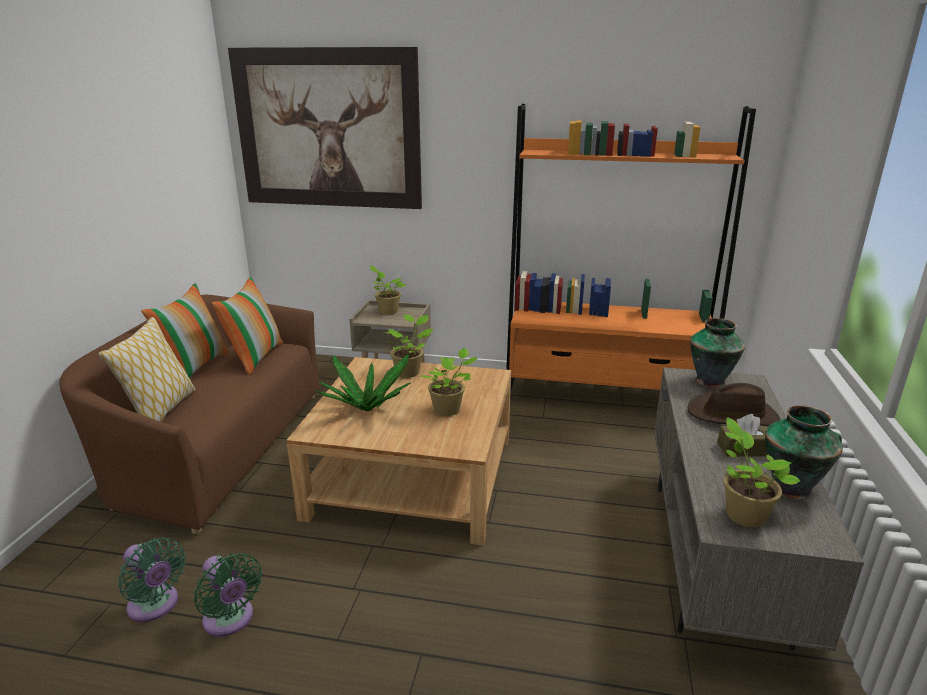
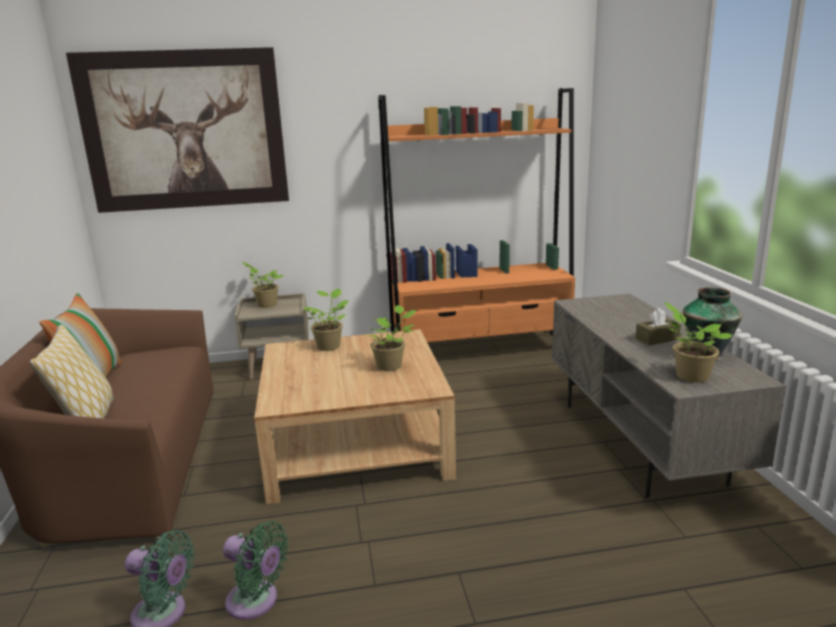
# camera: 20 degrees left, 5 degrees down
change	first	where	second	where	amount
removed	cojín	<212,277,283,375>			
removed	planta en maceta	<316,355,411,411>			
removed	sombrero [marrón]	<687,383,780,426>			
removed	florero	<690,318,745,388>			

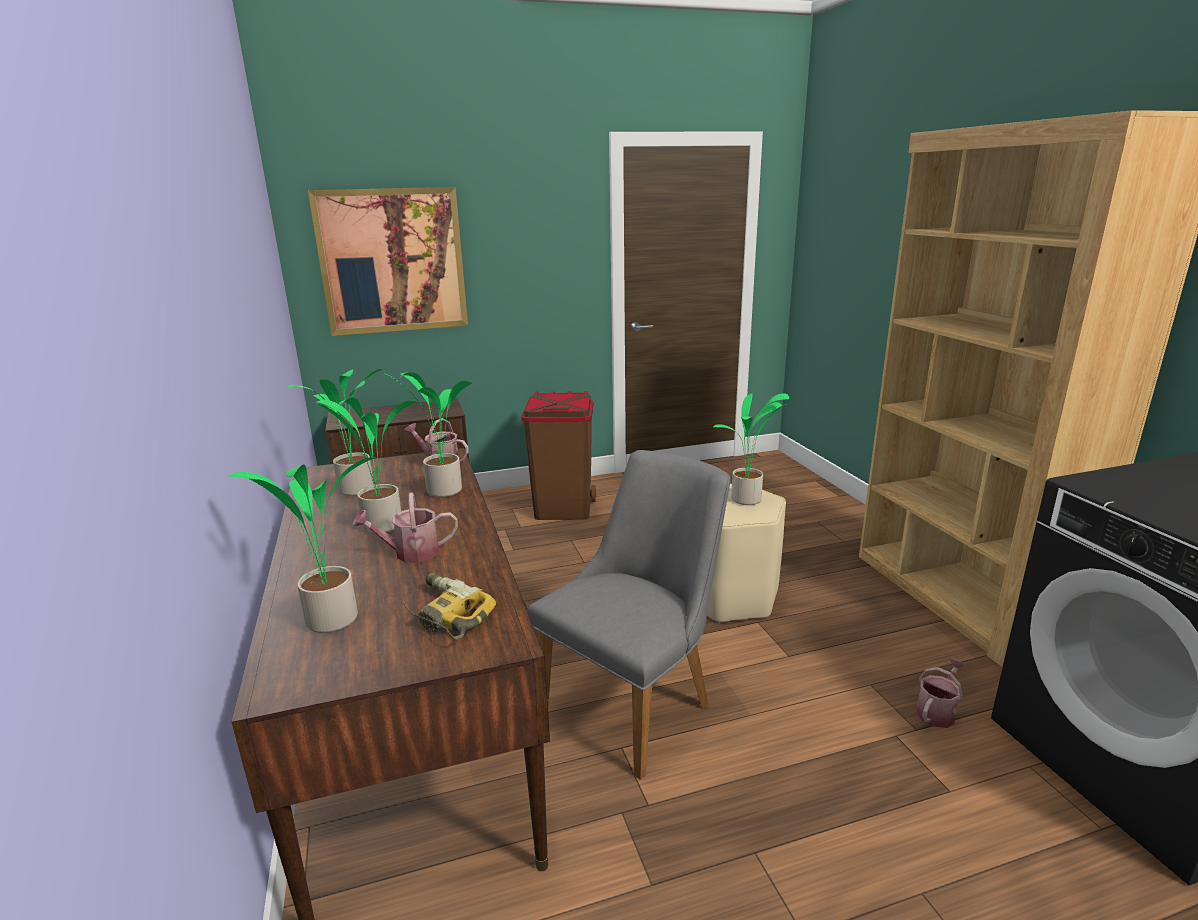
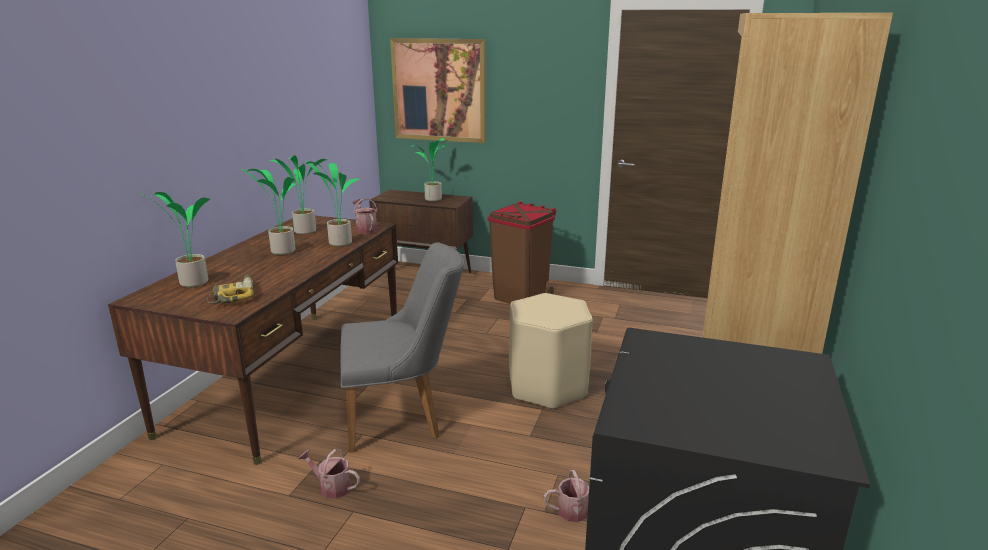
# camera: 35 degrees right, 0 degrees up
change	first	where	second	where	amount
moved	regadera	<352,492,458,563>		<298,449,360,499>	
moved	planta en maceta	<713,393,789,505>		<411,138,447,201>	

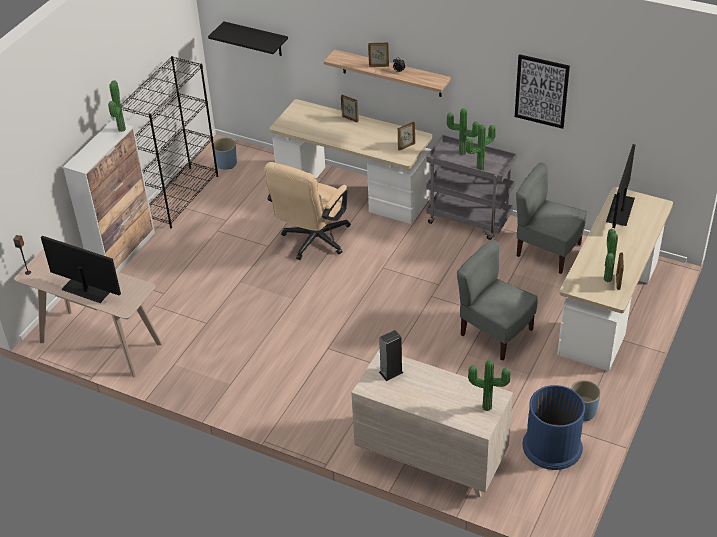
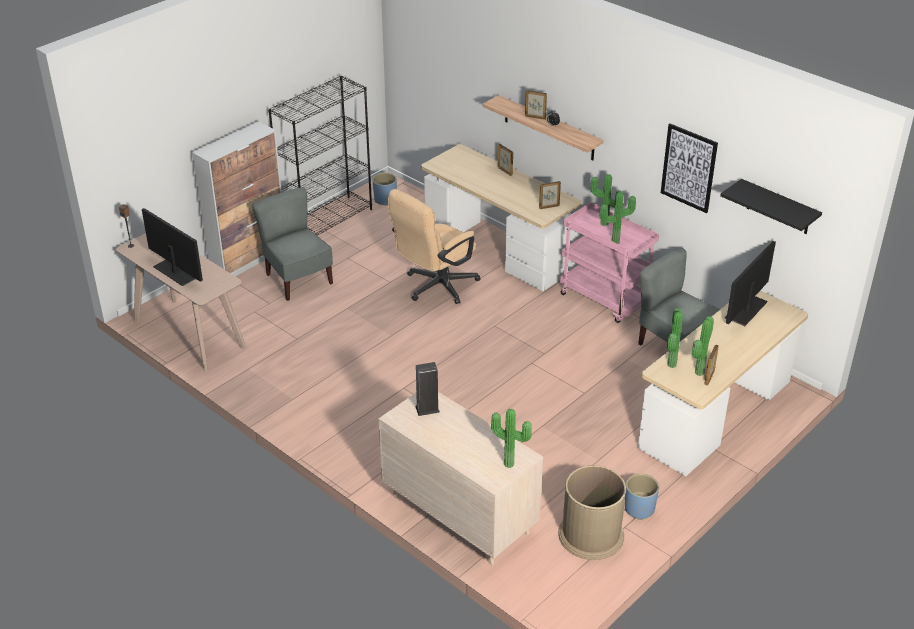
# camera: 15 degrees right, 5 degrees down
change	first	where	second	where	amount
moved	planta en maceta	<108,81,126,132>		<667,308,683,368>	
moved	estante [negro]	<208,21,288,56>		<720,179,822,234>	
recoloured	carrito [gris]	<426,135,517,240>	carrito [rosa]	<560,202,659,323>	
moved	silla [gris]	<457,240,538,360>		<252,187,333,301>	
recoloured	papelera [azul]	<522,385,585,470>	papelera [marrón]	<558,465,626,560>	

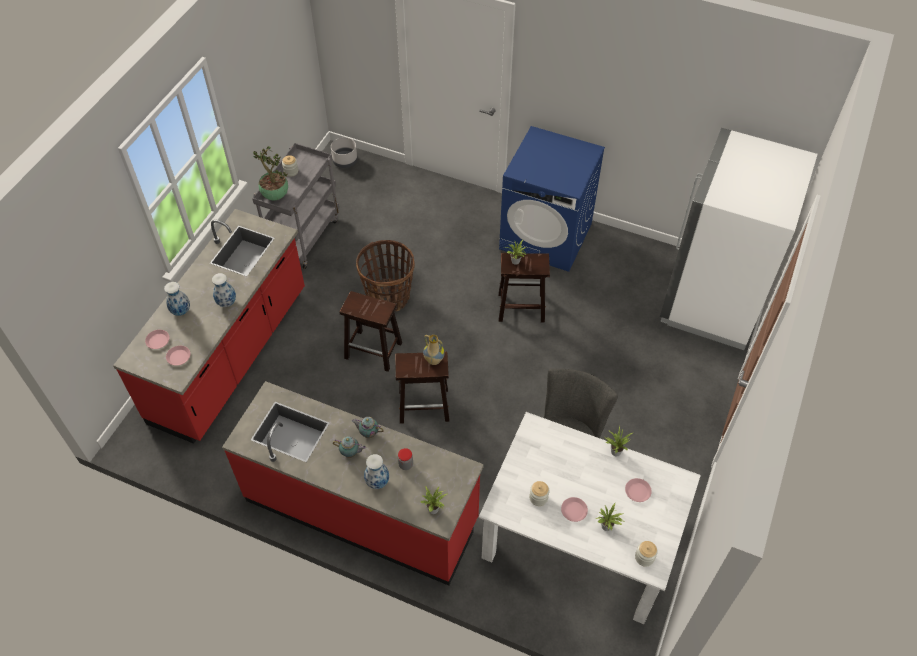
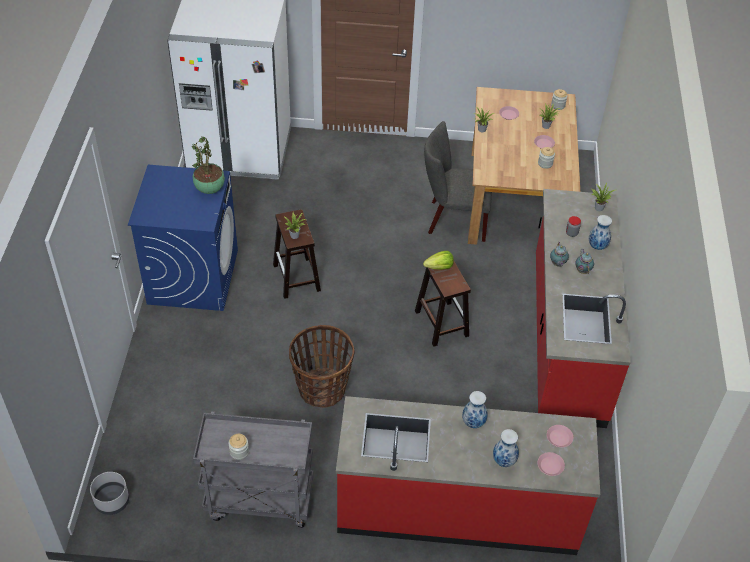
# camera: 110 degrees left, 5 degrees down
change	first	where	second	where	amount
moved	planta en maceta	<253,146,288,201>		<192,136,225,194>	
removed	taburete [marrón]	<340,291,402,372>			
replaced	florero	<423,335,445,365>	lechuga	<423,251,454,270>	
recoloured	mesa de comedor [blanco]	<479,412,701,624>	mesa de comedor [marrón]	<468,87,580,245>	

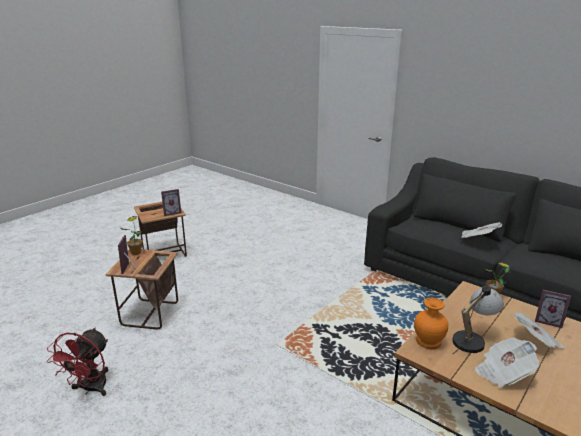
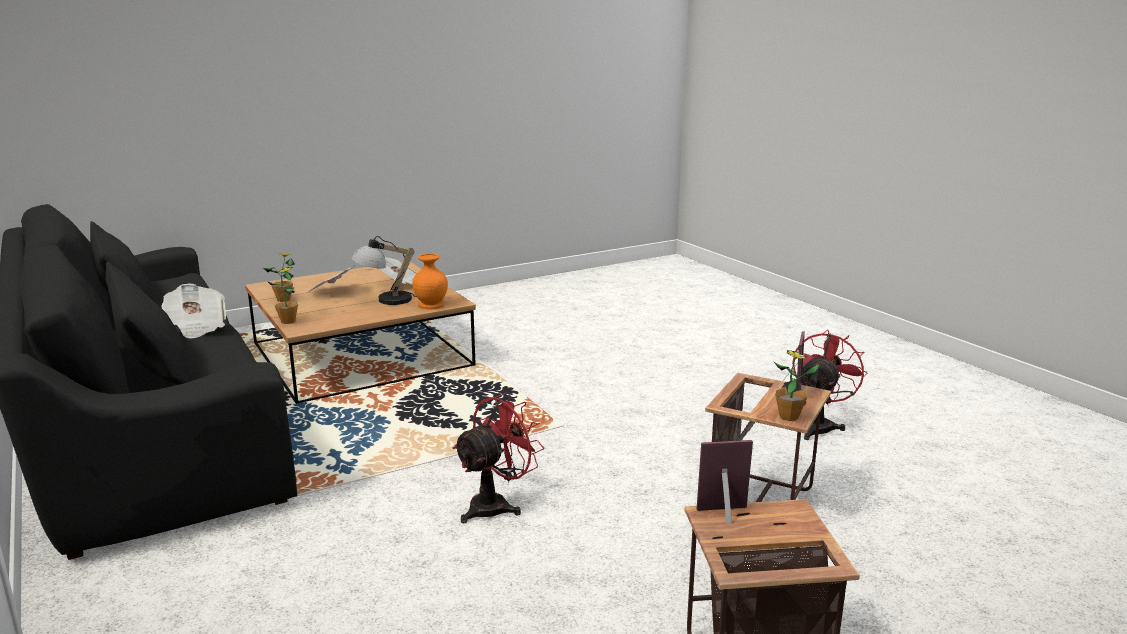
# camera: 160 degrees left, 5 degrees down
change	first	where	second	where	amount
replaced	portarretratos	<535,290,571,328>	planta en maceta	<264,254,295,302>	
added			ventilador [rojo]	<453,393,544,523>	

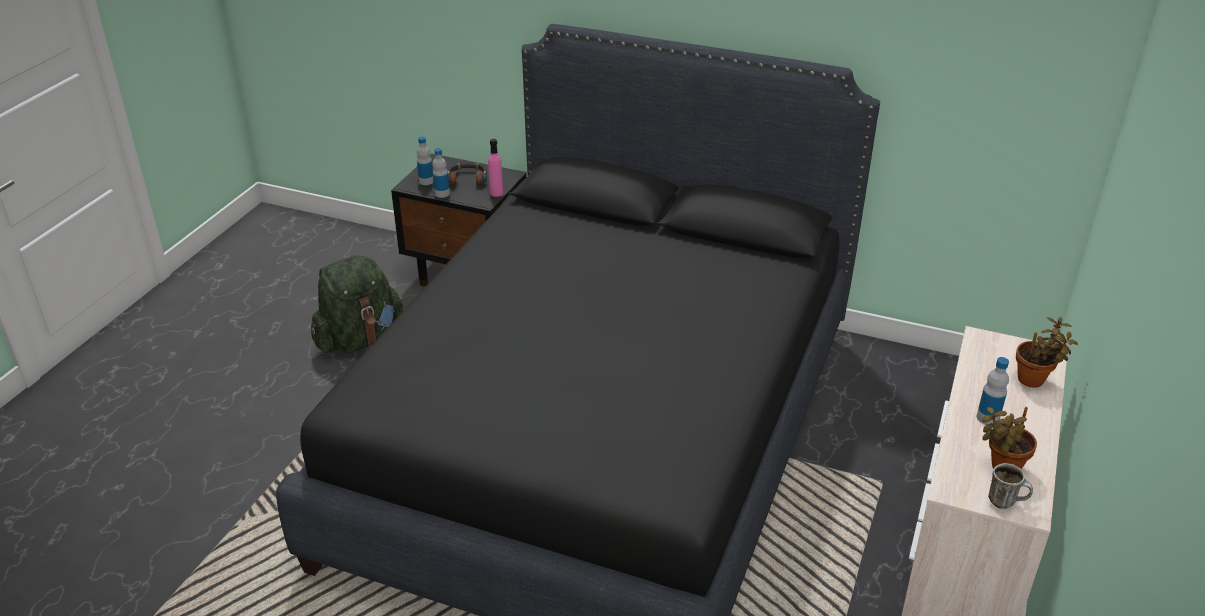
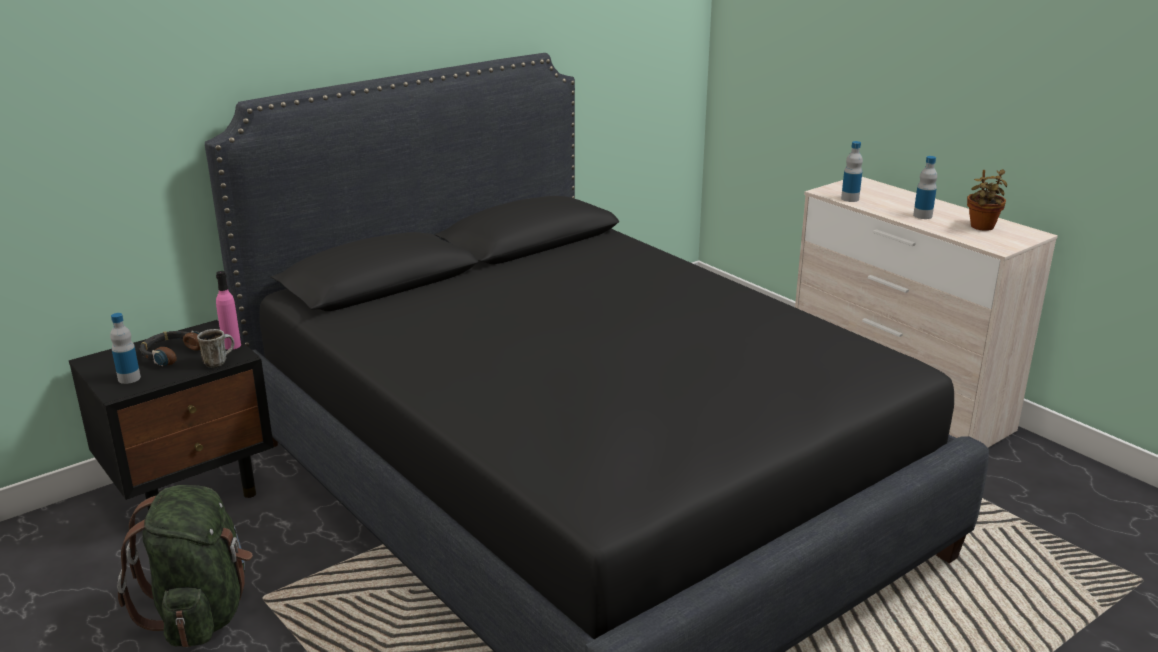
# camera: 60 degrees left, 10 degrees down
change	first	where	second	where	amount
moved	botella	<433,148,450,198>		<841,141,863,202>	
moved	taza grande	<988,463,1033,509>		<197,329,234,368>	
removed	planta en maceta	<1016,317,1078,388>			

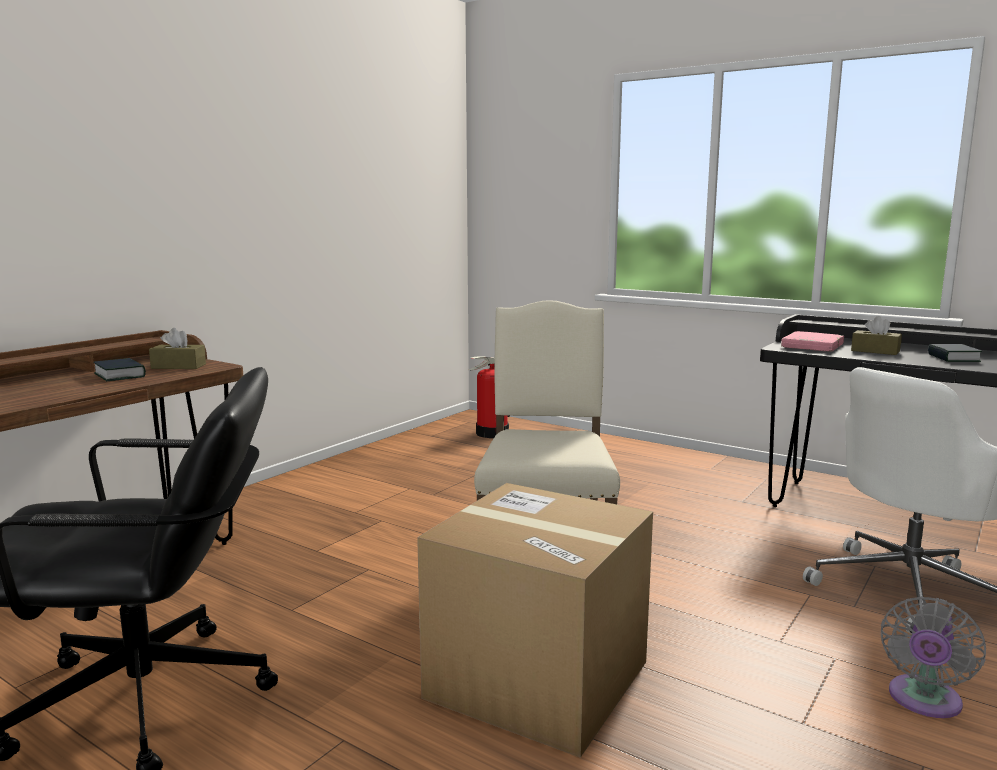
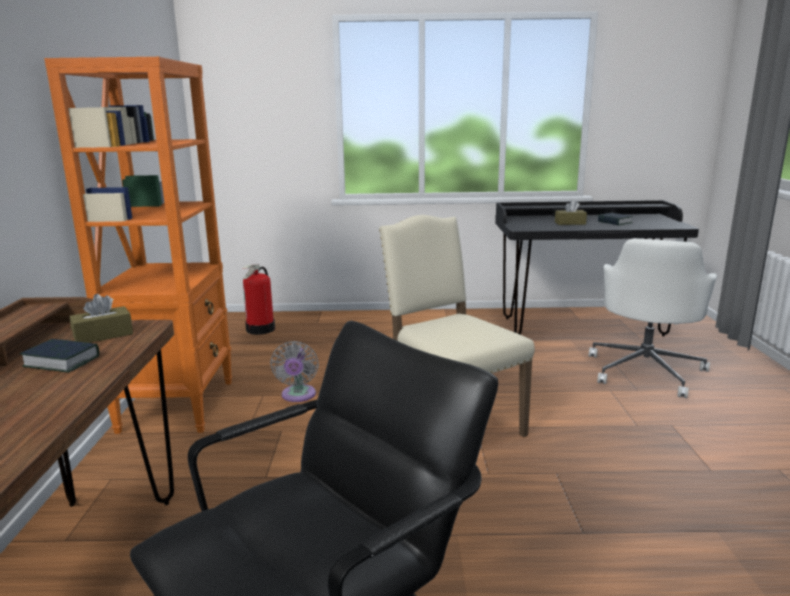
# camera: 35 degrees left, 5 degrees up
change	first	where	second	where	amount
removed	caja de cartón	<417,483,653,758>			
removed	libro [rosa]	<781,331,844,352>			
moved	ventilador [gris]	<881,596,986,718>		<270,341,319,402>	
added			estantería [naranja]	<44,57,232,434>	

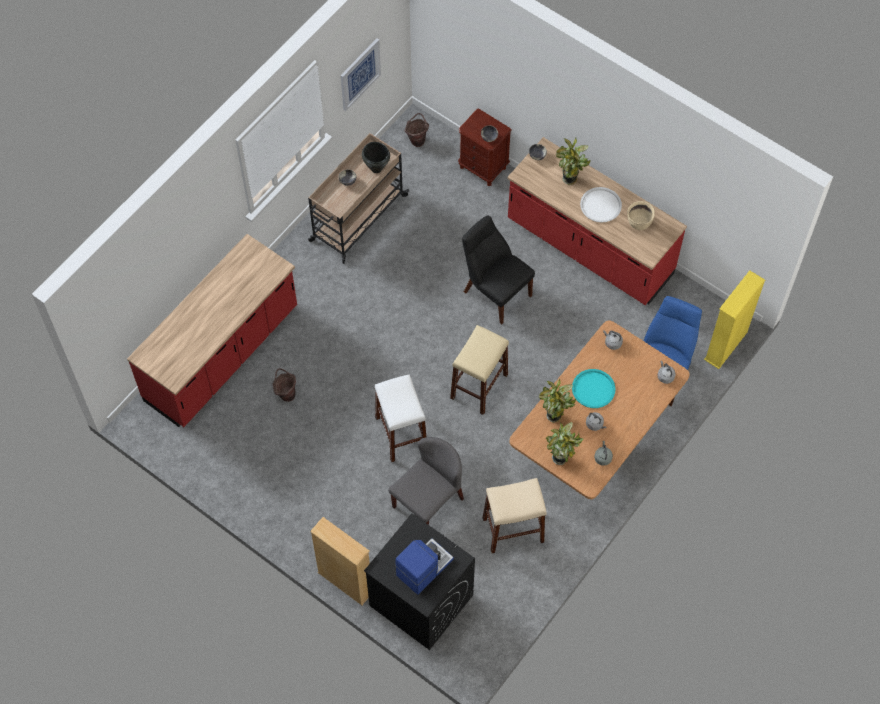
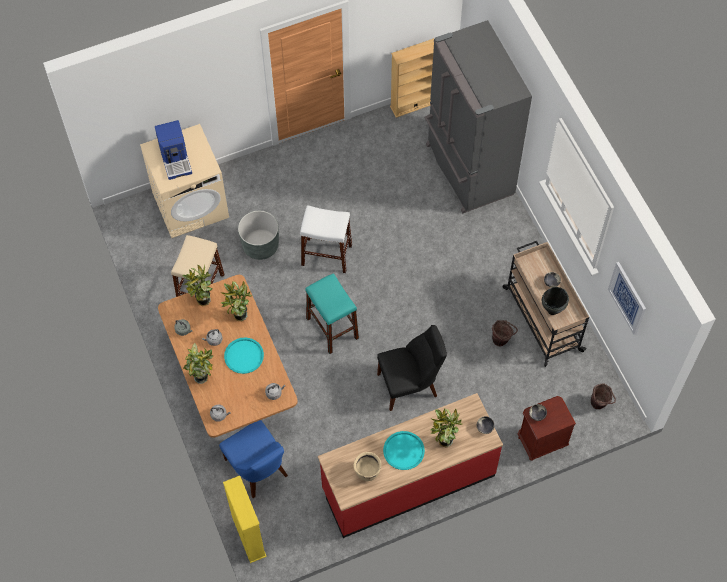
# camera: 120 degrees right, 0 degrees up
change	first	where	second	where	amount
replaced	mueble bajo de cocina [rojo]	<127,234,297,427>	nevera [gris]	<424,20,532,213>	
moved	cubo [marrón]	<273,368,296,402>		<492,320,518,346>	
moved	estantería [beis]	<310,517,370,605>		<390,38,434,118>	
recoloured	lavadora [negro]	<364,513,475,650>	lavadora [beis]	<140,124,229,238>	
replaced	silla [gris]	<388,437,464,525>	maceta [gris]	<238,211,279,260>	
recoloured	taburete [beis]	<450,325,509,415>	taburete [turquesa]	<306,273,359,354>	
recoloured	bandeja [blanco]	<580,187,622,223>	bandeja [turquesa]	<383,431,425,470>	
added			planta en maceta	<183,343,214,384>	

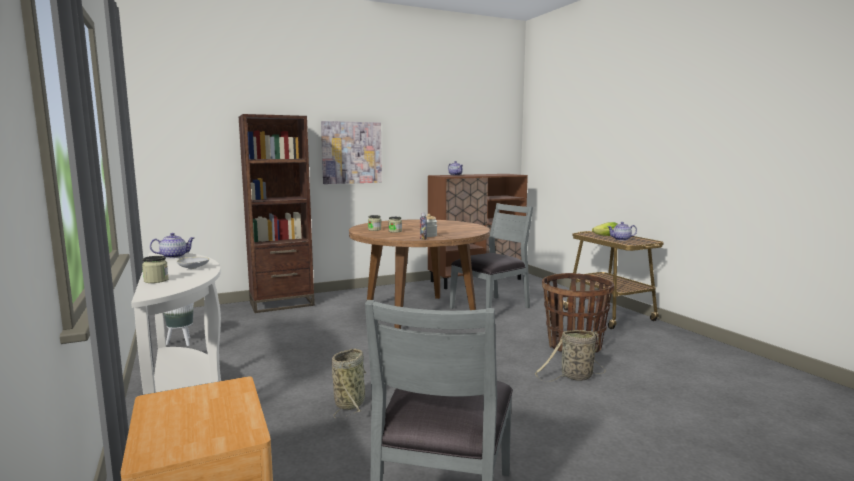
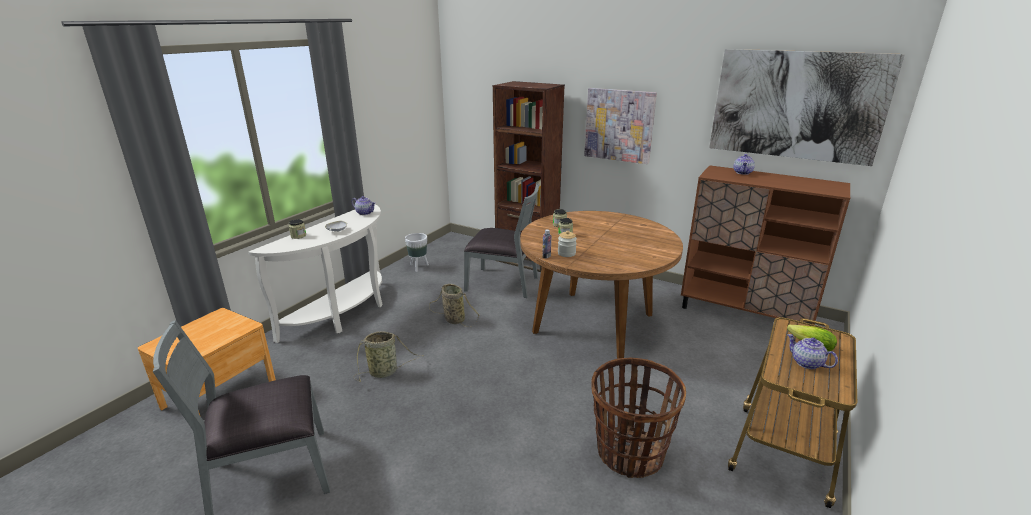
# camera: 55 degrees right, 15 degrees up
change	first	where	second	where	amount
moved	silla [gris]	<450,203,533,309>		<464,184,540,298>	
moved	cesta	<534,330,606,382>		<429,284,480,327>	
added			cuadro	<709,49,905,166>	

